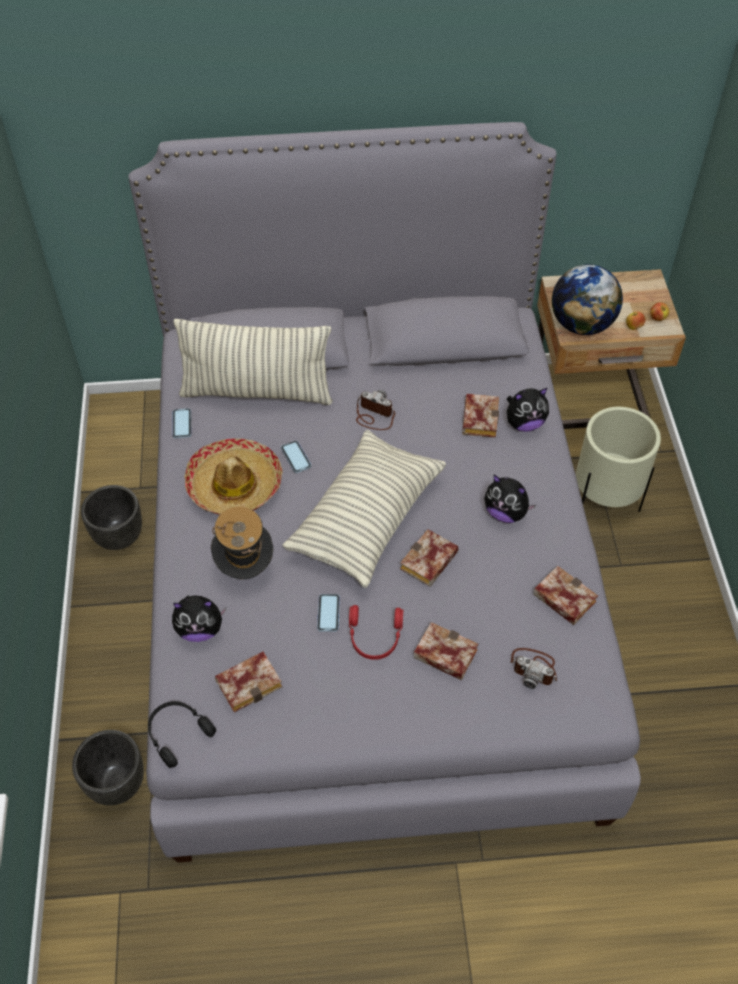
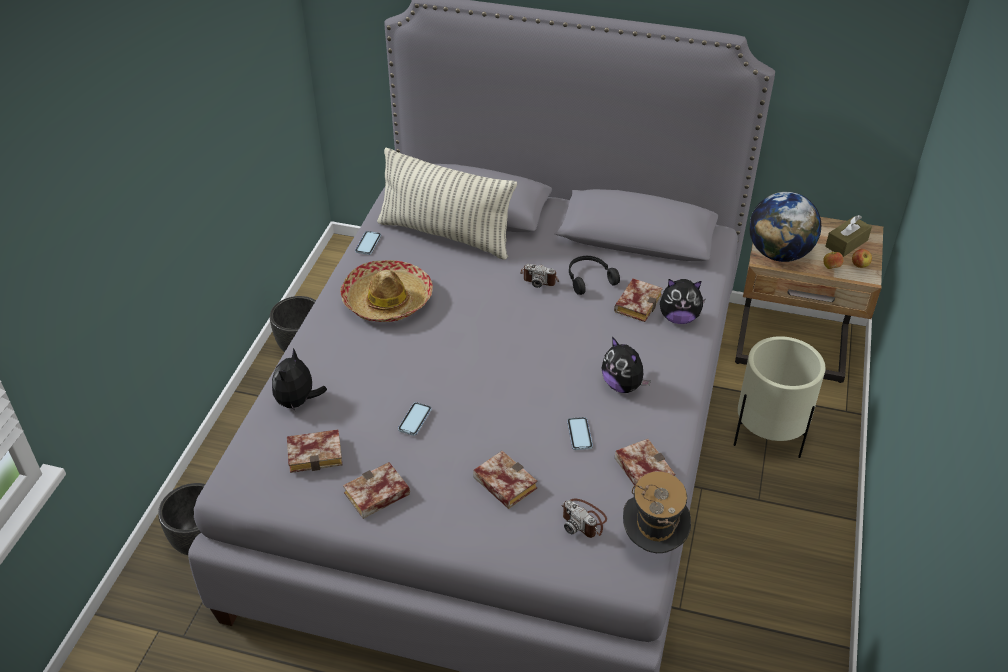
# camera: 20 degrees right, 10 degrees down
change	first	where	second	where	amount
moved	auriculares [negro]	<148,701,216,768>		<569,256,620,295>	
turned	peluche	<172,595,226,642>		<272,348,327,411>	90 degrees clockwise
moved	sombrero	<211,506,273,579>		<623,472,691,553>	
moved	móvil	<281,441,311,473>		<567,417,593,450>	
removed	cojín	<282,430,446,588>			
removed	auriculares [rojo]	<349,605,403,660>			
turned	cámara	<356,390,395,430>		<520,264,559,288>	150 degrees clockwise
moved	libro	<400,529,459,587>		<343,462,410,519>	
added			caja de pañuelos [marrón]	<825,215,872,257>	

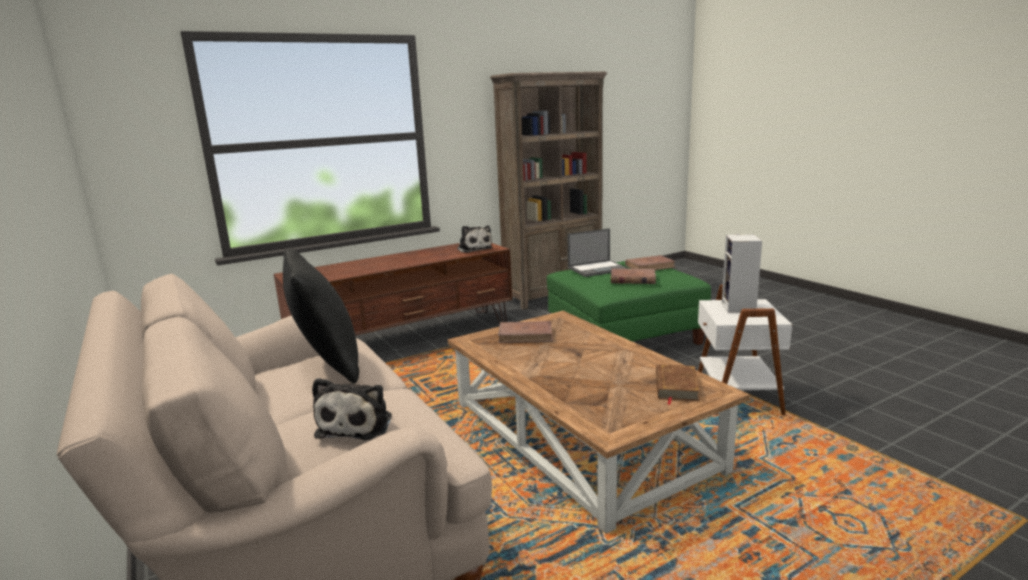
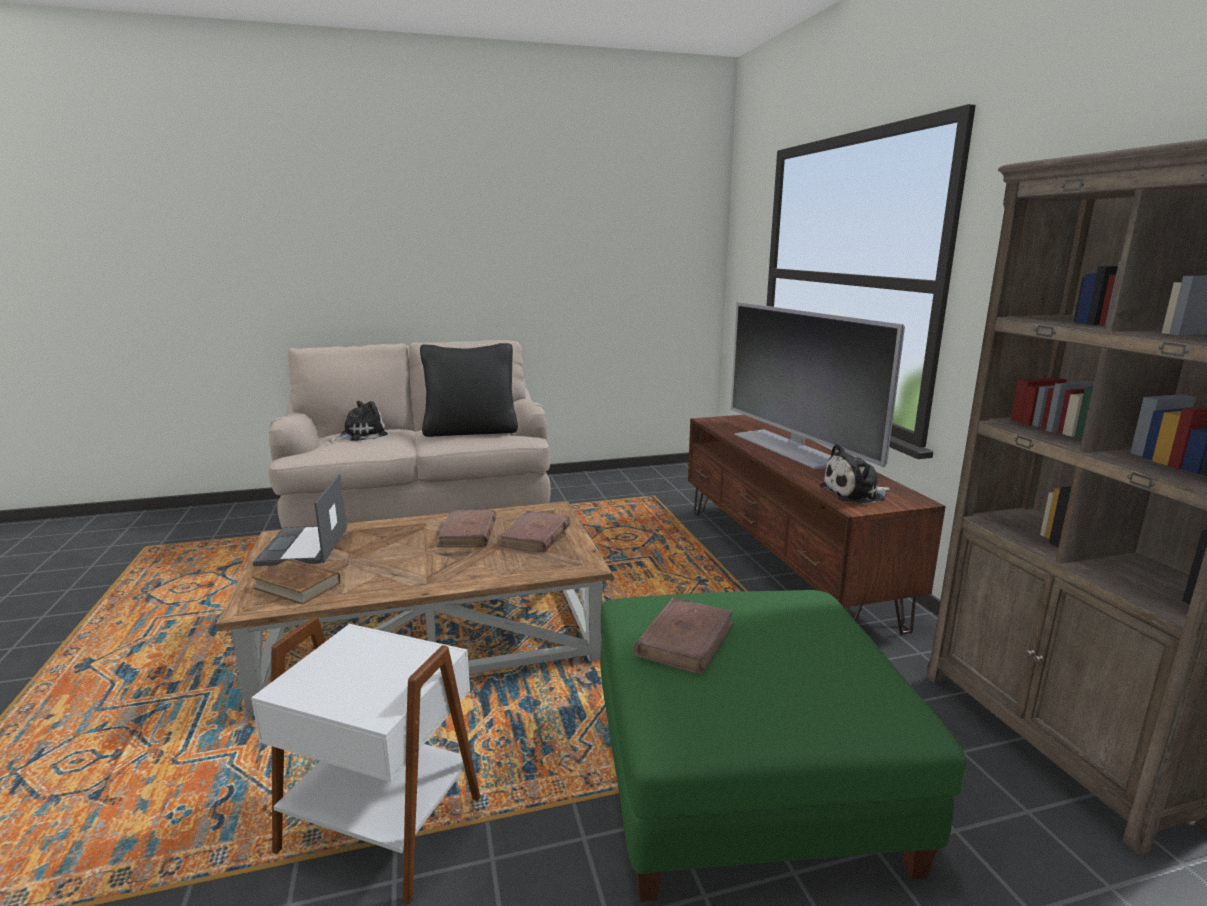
# camera: 105 degrees right, 0 degrees up
change	first	where	second	where	amount
turned	peluche	<312,378,392,440>		<329,401,388,442>	120 degrees clockwise
moved	portátil	<567,228,629,277>		<253,474,347,566>	
moved	libro [marrón]	<625,255,676,270>		<437,510,496,547>	
removed	altavoz	<722,234,762,313>			
added			televisor	<731,302,905,469>	

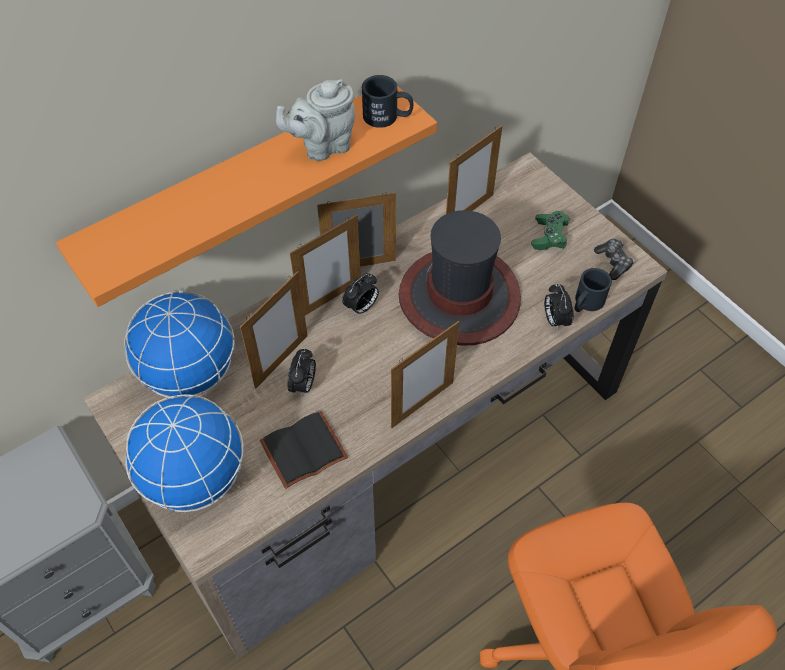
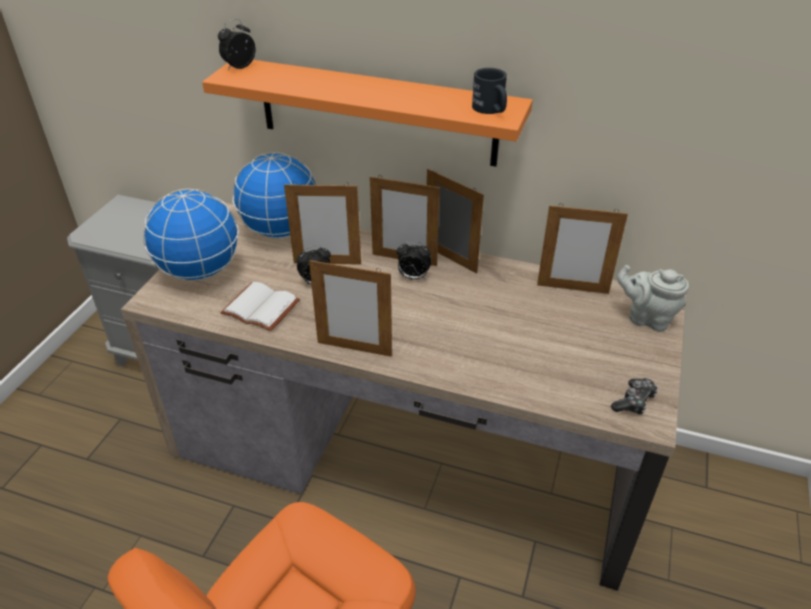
# camera: 55 degrees right, 15 degrees down
change	first	where	second	where	amount
recoloured	libro [negro]	<260,411,348,489>	libro [blanco]	<220,282,300,331>	
moved	tetera [gris]	<276,79,355,161>		<617,265,689,332>	
removed	sombrero	<399,210,521,345>			
removed	mando de consola [verde]	<531,211,570,250>			
moved	despertador	<544,284,573,330>		<218,19,255,70>	
removed	taza grande [negro]	<574,268,612,312>			

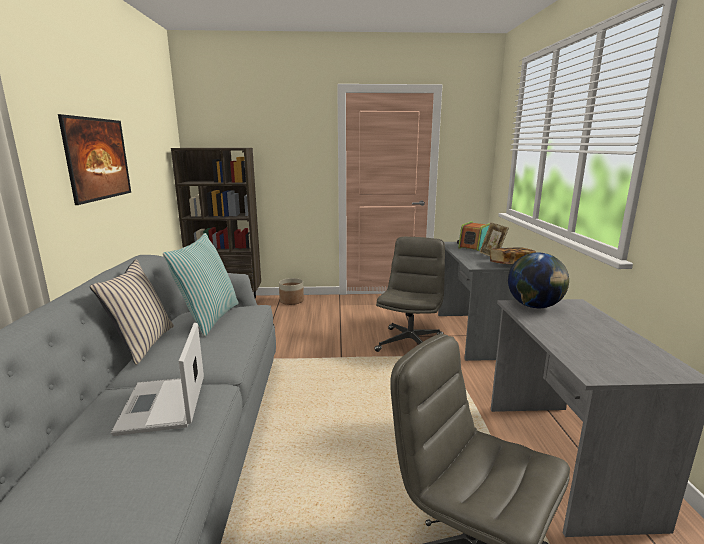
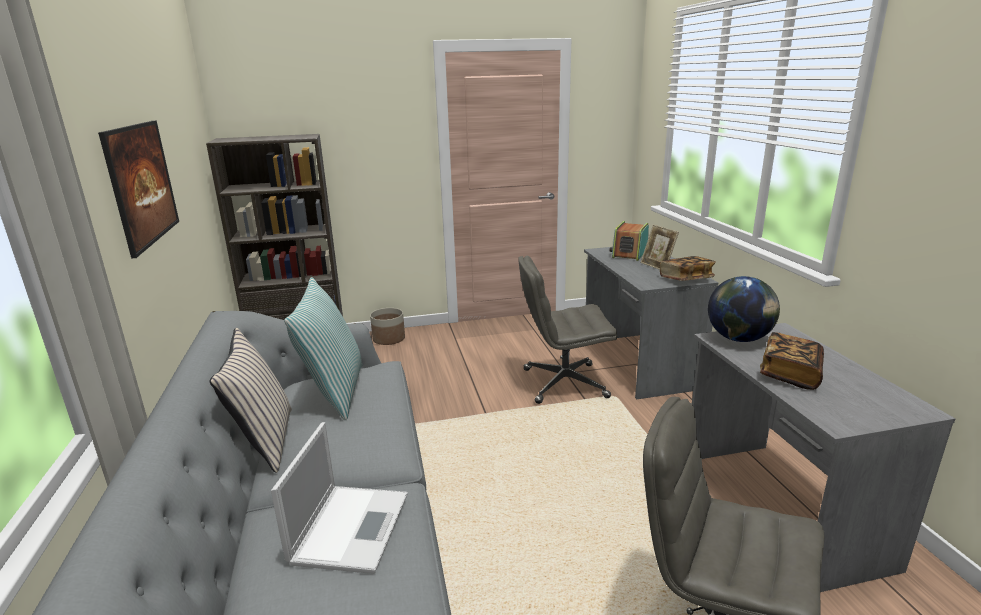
# camera: 10 degrees left, 5 degrees up
change	first	where	second	where	amount
turned	portátil	<111,323,204,436>		<271,422,408,574>	150 degrees counterclockwise
turned	silla de oficina [gris]	<374,237,445,352>		<518,256,617,404>	105 degrees counterclockwise
added			libro	<760,332,824,390>	

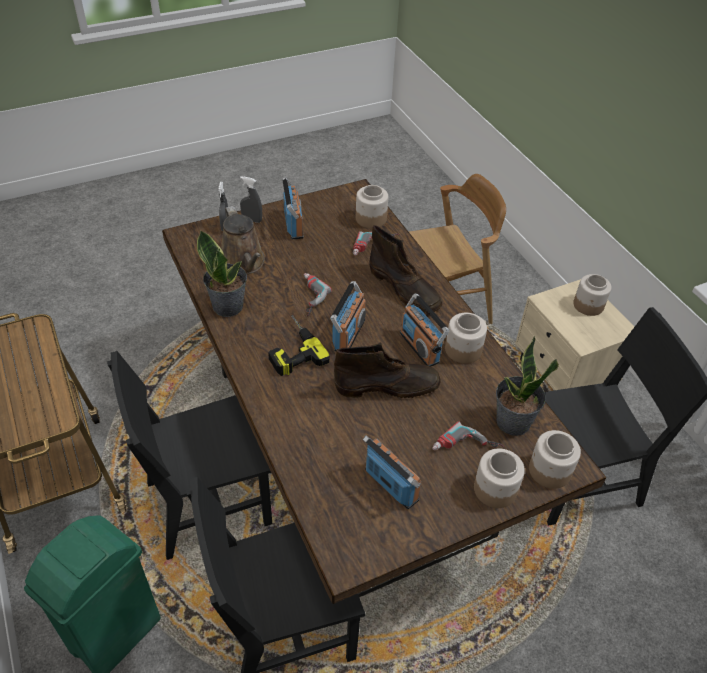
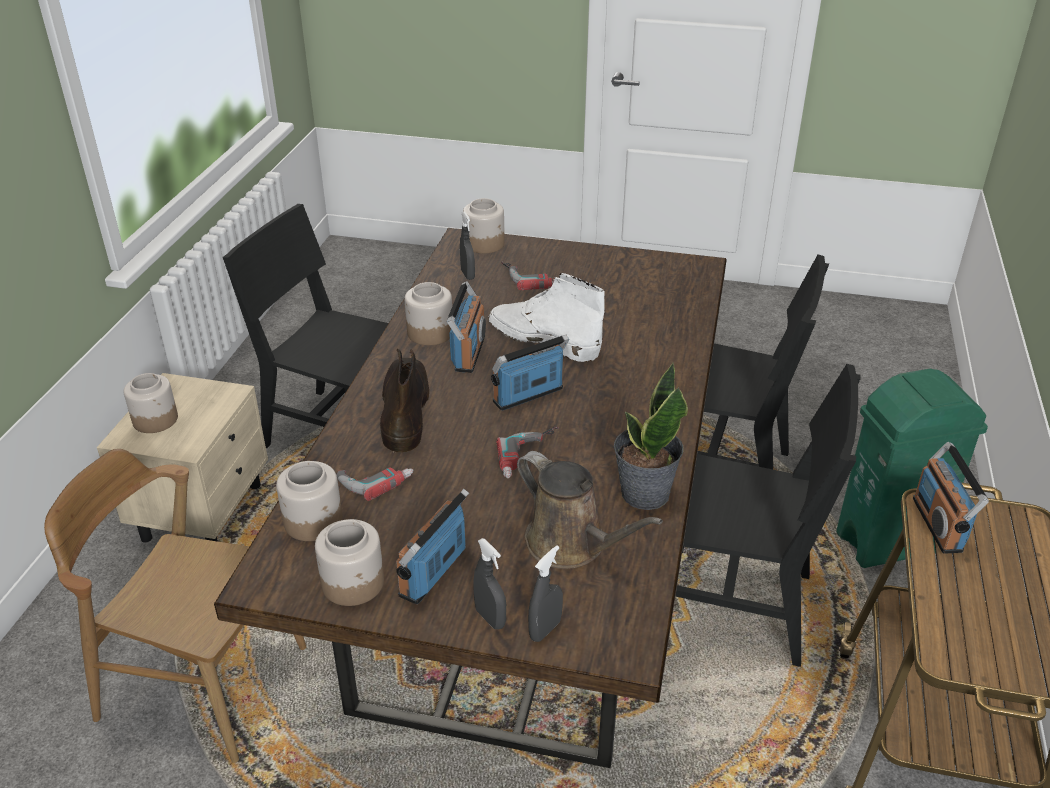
# camera: 140 degrees left, 10 degrees down
change	first	where	second	where	amount
turned	regadera [marrón]	<221,206,265,274>		<517,451,663,569>	120 degrees clockwise
removed	taladro	<268,315,330,376>			
recoloured	bota [marrón]	<334,343,441,398>	bota [blanco]	<489,273,605,362>	
moved	radio	<363,436,421,509>		<913,442,989,554>	
moved	tarro	<474,448,525,508>		<315,519,384,606>	
replaced	planta en maceta	<496,336,559,436>	pulverizador [gris]	<460,212,475,280>	

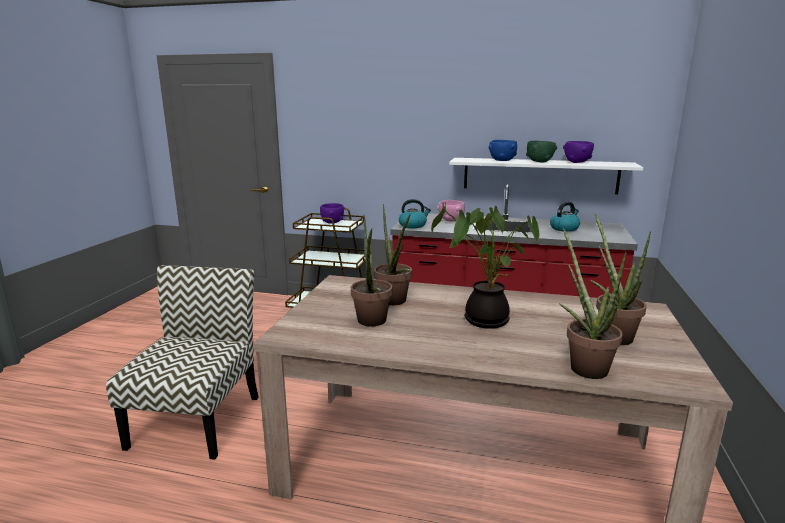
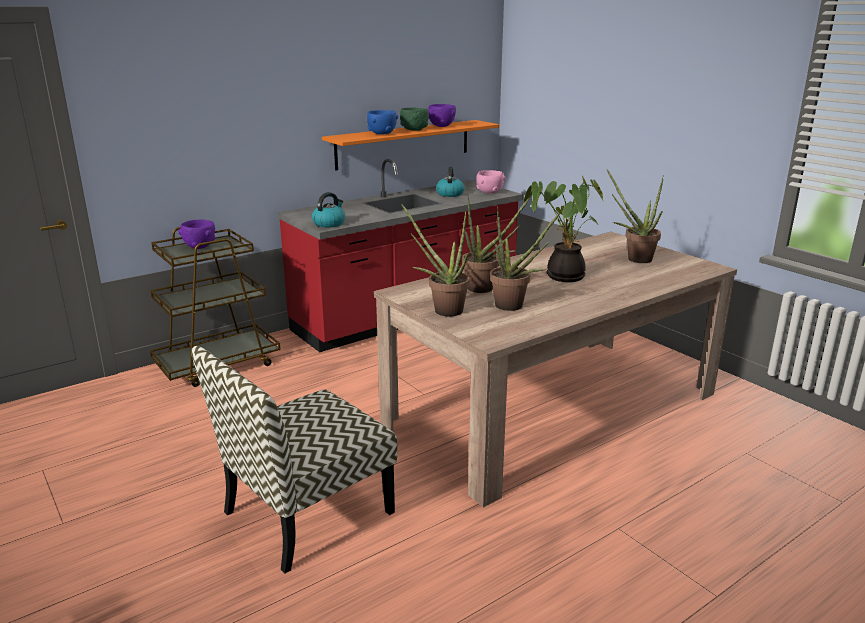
# camera: 50 degrees left, 5 degrees up
change	first	where	second	where	amount
turned	silla	<106,265,259,460>		<191,346,397,574>	90 degrees counterclockwise
moved	cuenco [rosa]	<437,200,465,222>		<477,170,506,193>	
recoloured	estante [blanco]	<449,158,643,194>	estante [naranja]	<322,120,499,171>	
moved	planta en maceta	<559,228,627,379>		<401,204,470,317>	

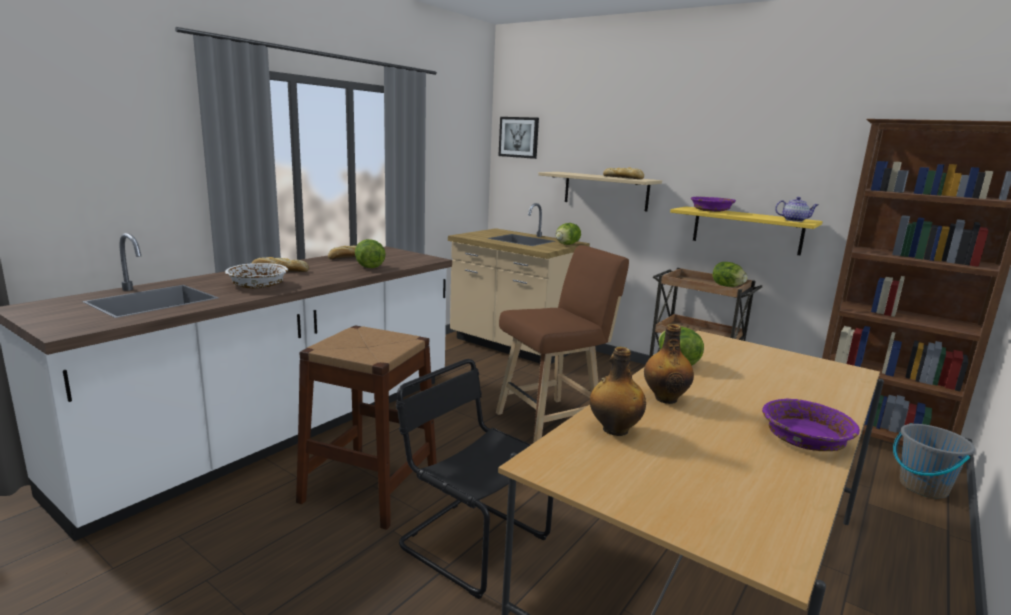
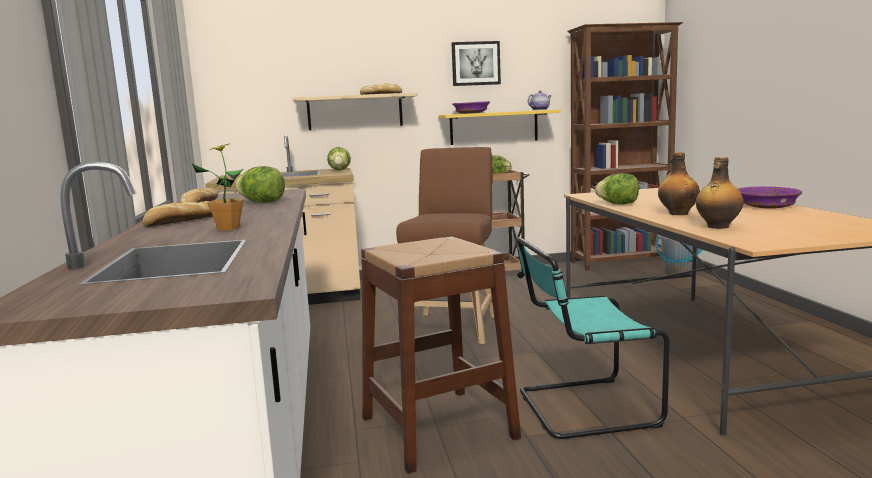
# camera: 45 degrees left, 5 degrees down
change	first	where	second	where	amount
replaced	cuenco [blanco]	<225,263,288,289>	planta en maceta	<192,143,244,230>	
recoloured	silla [negro]	<396,359,553,599>	silla [turquesa]	<517,237,670,439>	
moved	cuadro	<499,117,539,159>		<451,41,501,86>	

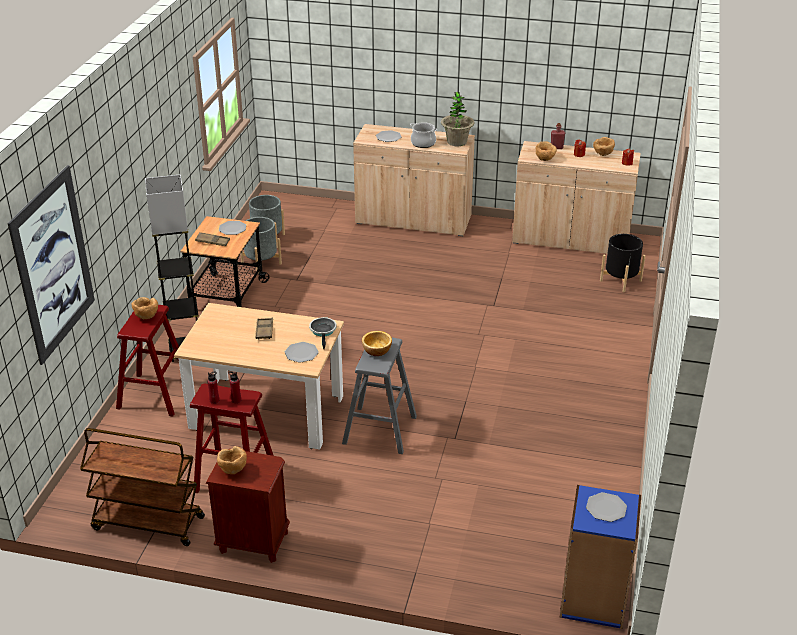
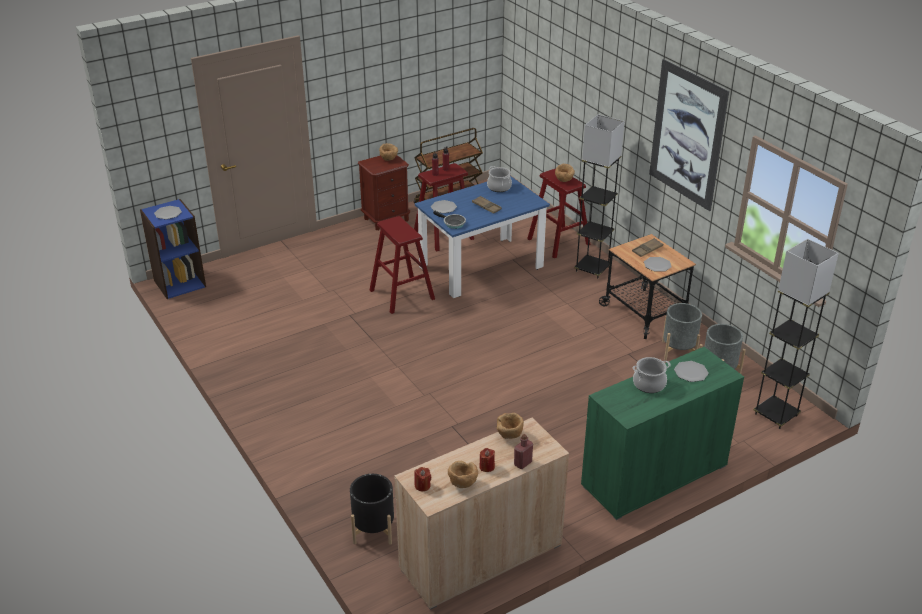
# camera: 135 degrees right, 0 degrees up
change	first	where	second	where	amount
moved	cuadro	<7,165,95,365>		<649,59,729,211>	
recoloured	mesa de comedor [beis]	<174,303,344,450>	mesa de comedor [azul]	<415,176,550,298>	
recoloured	taburete [gris]	<342,337,417,454>	taburete [rojo]	<369,216,435,314>	
recoloured	armario [beis]	<353,124,475,236>	armario [verde]	<581,347,744,520>	
removed	cuenco	<362,331,392,356>			
removed	planta en maceta	<441,92,475,146>			
added			olla	<487,166,512,192>	
added			lámpara de pie [gris]	<754,239,839,429>	

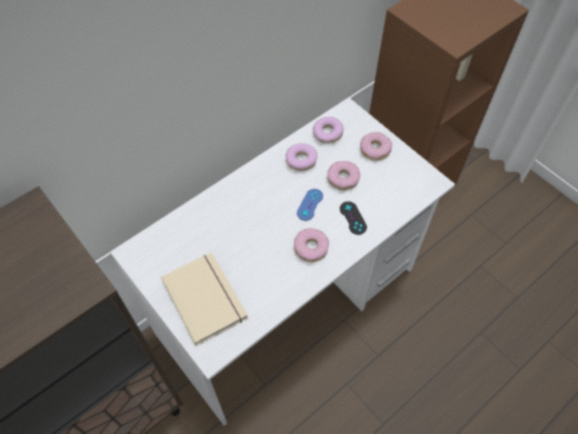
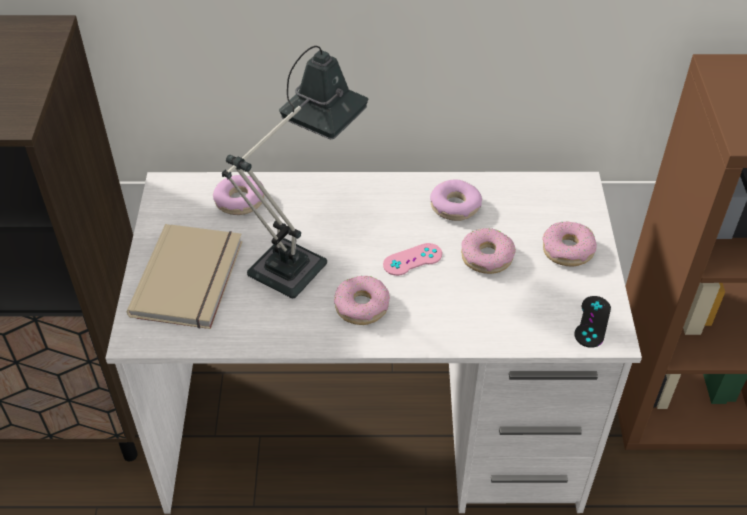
# camera: 40 degrees right, 10 degrees down
change	first	where	second	where	amount
recoloured	mando de consola [azul]	<297,189,323,221>	mando de consola [rosa]	<383,243,442,276>	
moved	rosquilla	<313,117,344,144>		<213,175,264,215>	
moved	mando de consola [negro]	<340,201,367,235>		<575,296,611,348>	
added			lámpara de mesa	<222,46,368,298>	

